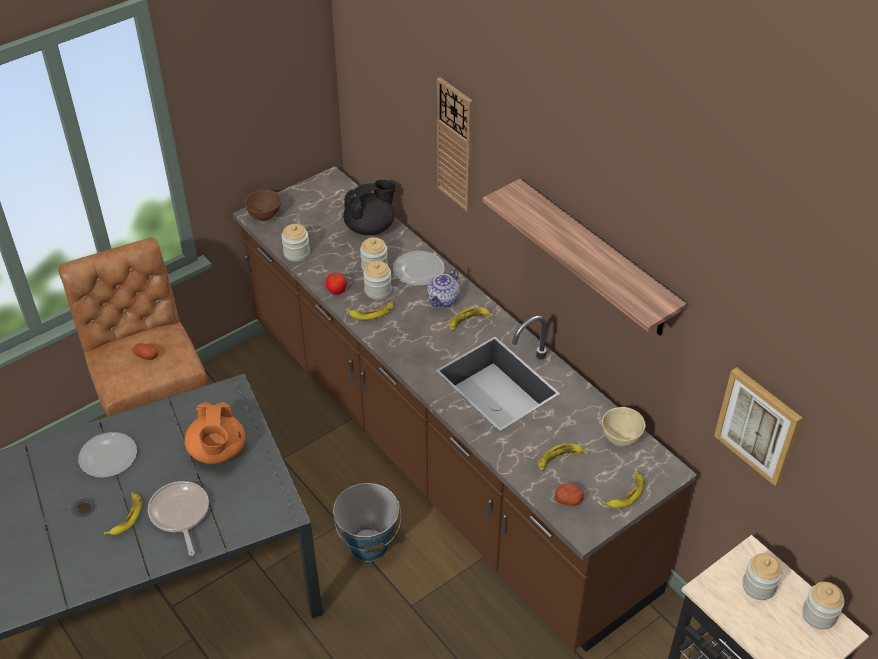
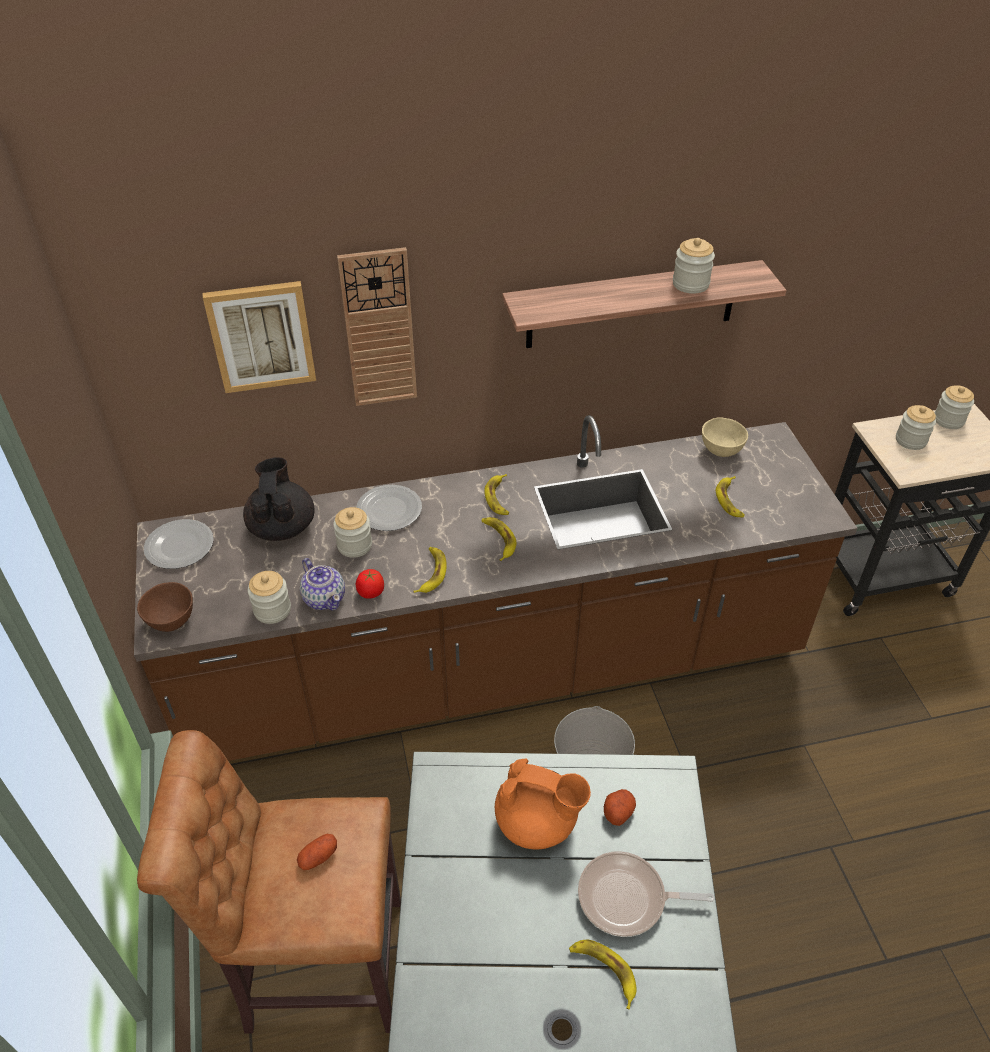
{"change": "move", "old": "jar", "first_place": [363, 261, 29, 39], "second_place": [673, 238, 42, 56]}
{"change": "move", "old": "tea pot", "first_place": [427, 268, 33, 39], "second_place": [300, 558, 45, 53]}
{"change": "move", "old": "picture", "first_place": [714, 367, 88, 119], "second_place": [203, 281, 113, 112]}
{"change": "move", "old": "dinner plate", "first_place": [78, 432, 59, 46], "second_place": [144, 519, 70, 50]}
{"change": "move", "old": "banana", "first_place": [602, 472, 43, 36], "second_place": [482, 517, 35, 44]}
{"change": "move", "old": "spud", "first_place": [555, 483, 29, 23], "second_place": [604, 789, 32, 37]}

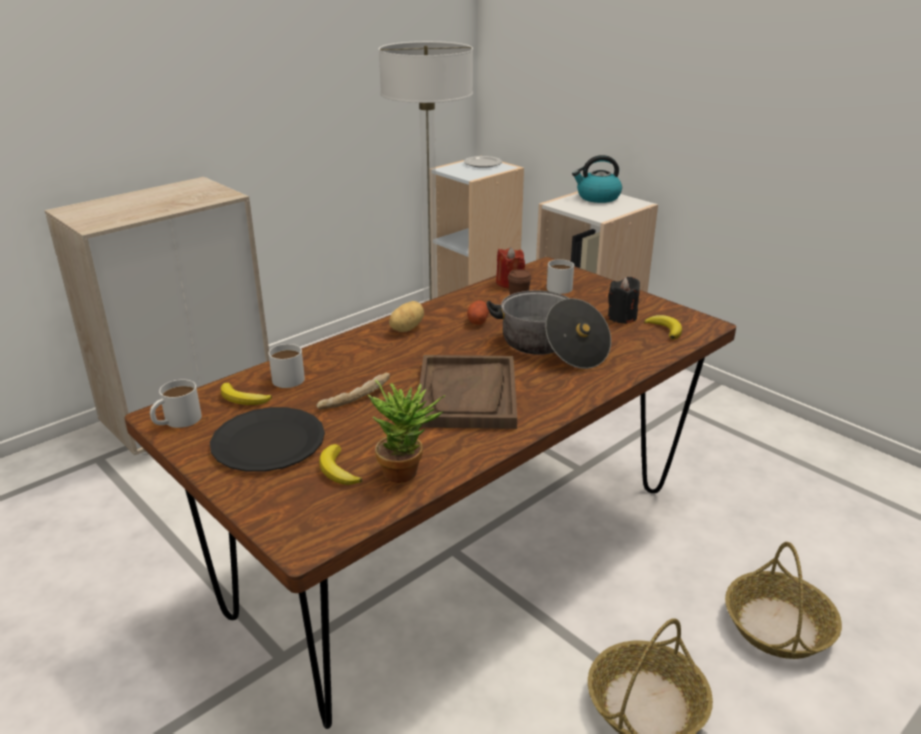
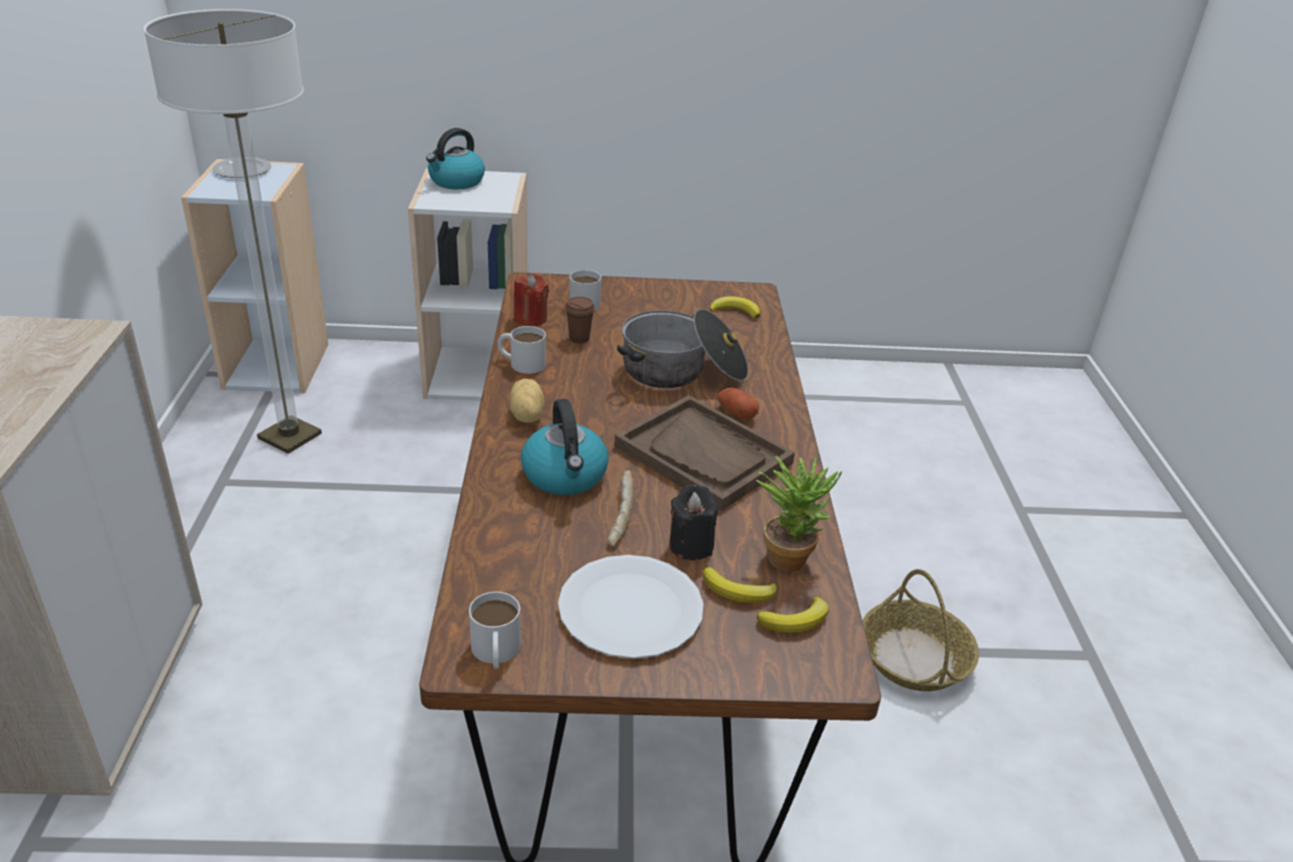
{"change": "move", "old": "black wax candle", "first_place": [608, 277, 32, 47], "second_place": [669, 484, 49, 76]}
{"change": "move", "old": "spud", "first_place": [467, 300, 22, 25], "second_place": [718, 388, 40, 32]}
{"change": "move", "old": "white coffee mug", "first_place": [268, 344, 37, 44], "second_place": [498, 326, 48, 48]}
{"change": "move", "old": "banana", "first_place": [221, 383, 51, 22], "second_place": [757, 597, 72, 35]}
{"change": "recolor", "old": "black dinner plate", "new": "white dinner plate", "first_place": [210, 407, 115, 65], "second_place": [558, 555, 146, 104]}
{"change": "delete", "old": "basket", "first_place": [725, 542, 117, 117]}
{"change": "insert", "new": "tea kettle", "second_place": [521, 399, 88, 96]}

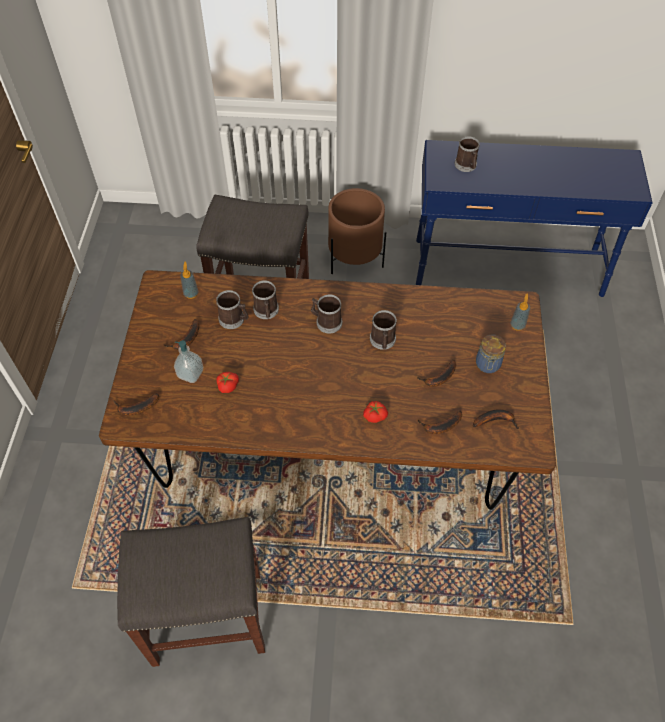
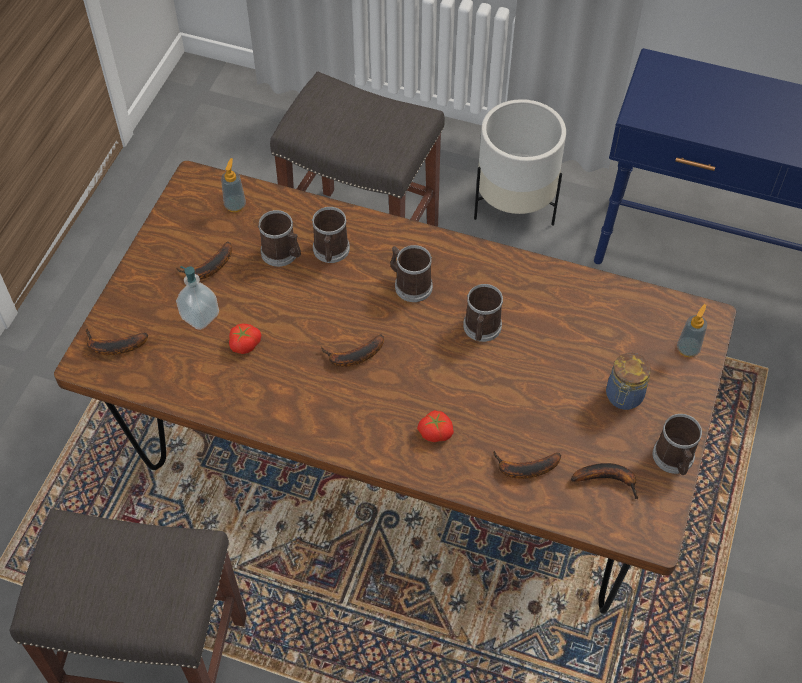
{"change": "move", "old": "coffee mug", "first_place": [455, 136, 24, 36], "second_place": [653, 414, 49, 61]}
{"change": "recolor", "old": "brown-coloured planter", "new": "white planter", "first_place": [328, 188, 58, 86], "second_place": [474, 99, 92, 127]}
{"change": "move", "old": "banana", "first_place": [417, 359, 39, 28], "second_place": [321, 334, 63, 33]}

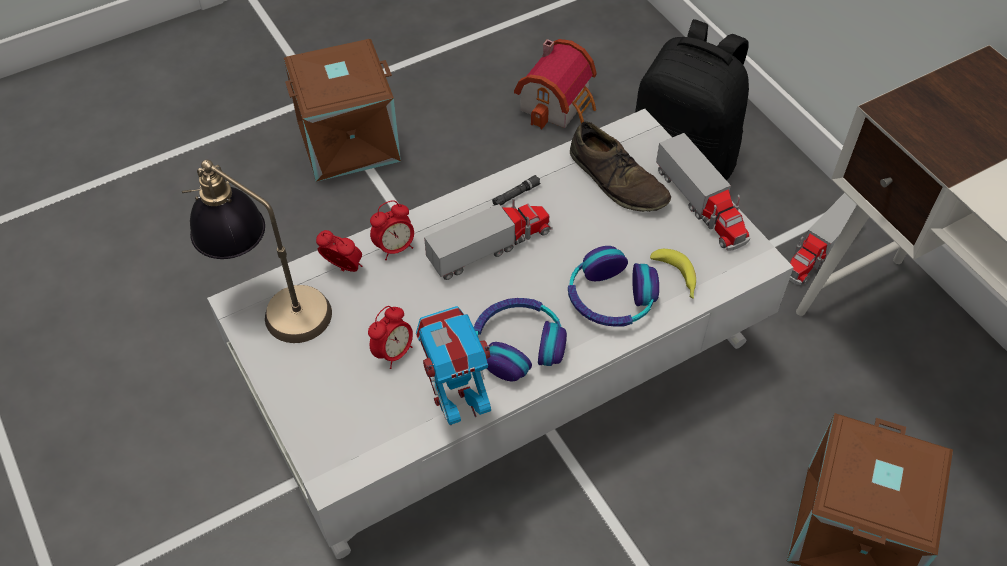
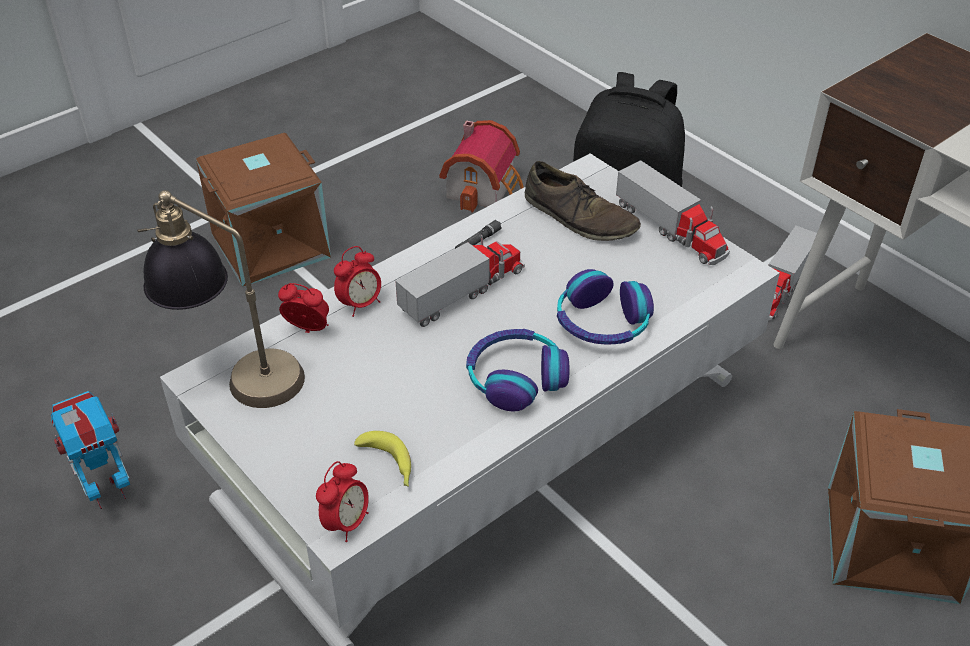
{"change": "move", "old": "banana", "first_place": [650, 249, 46, 50], "second_place": [354, 431, 57, 56]}
{"change": "move", "old": "table clock", "first_place": [368, 306, 45, 63], "second_place": [316, 461, 53, 81]}
{"change": "move", "old": "robot figure", "first_place": [416, 306, 77, 119], "second_place": [51, 391, 79, 118]}

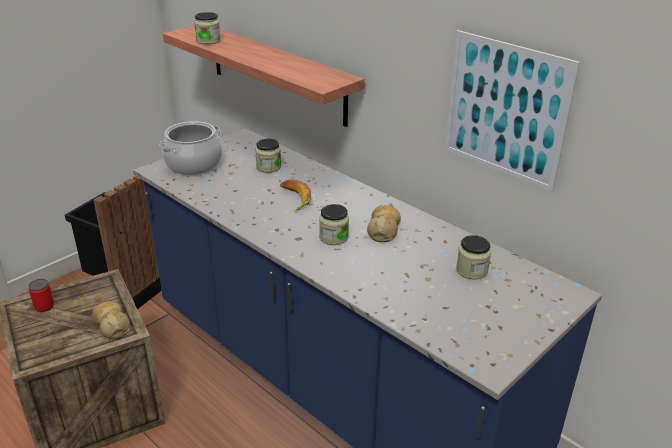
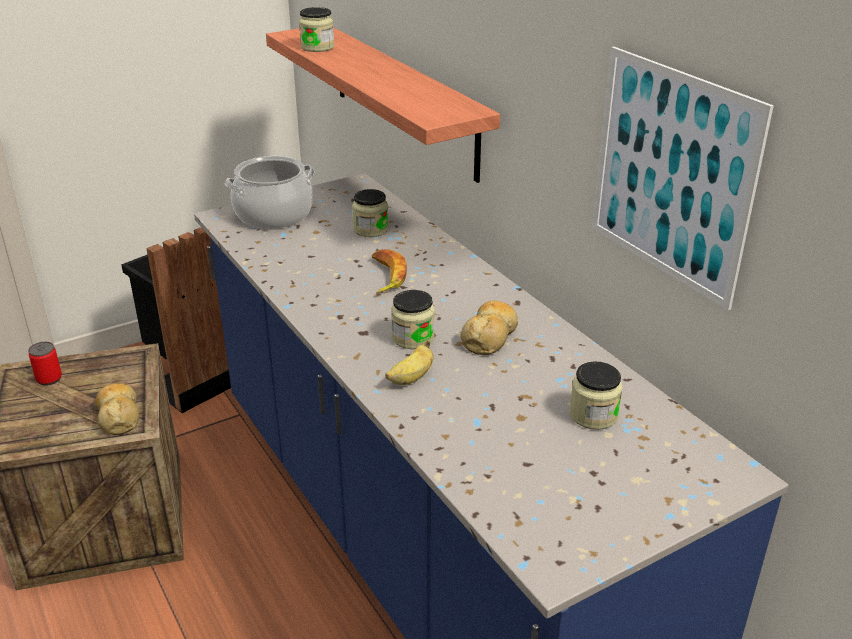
{"change": "insert", "new": "banana", "second_place": [385, 340, 49, 45]}

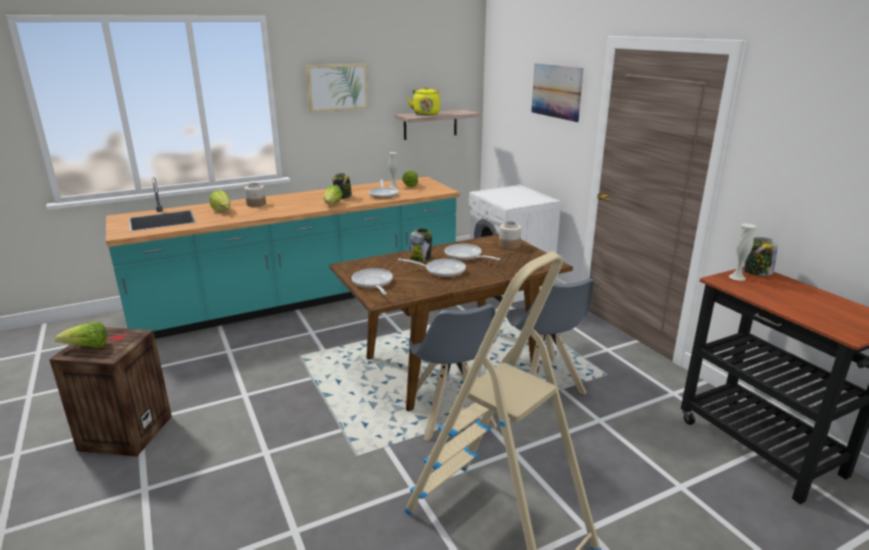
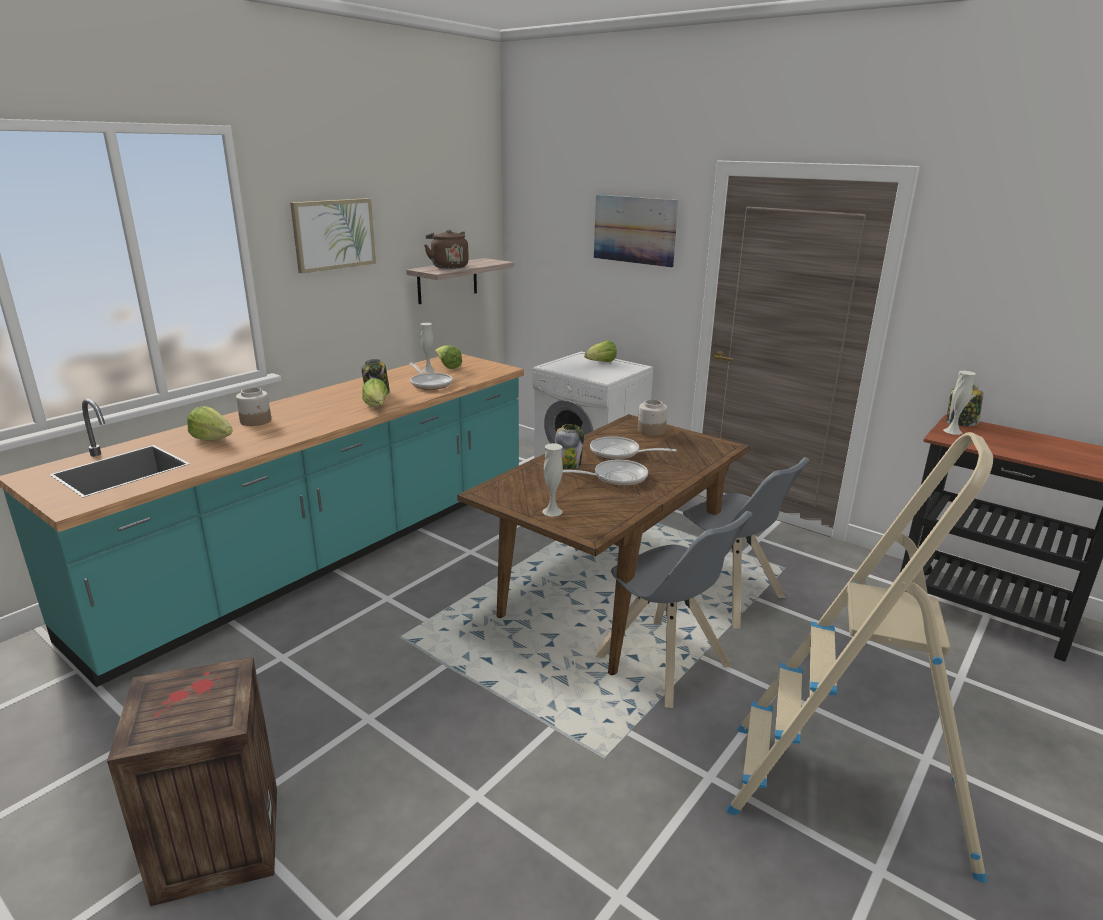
{"change": "recolor", "old": "yellow tea kettle", "new": "brown-coloured tea kettle", "first_place": [407, 87, 33, 28], "second_place": [424, 230, 45, 39]}
{"change": "replace", "old": "skillet", "new": "white decorative vase", "first_place": [352, 268, 41, 27], "second_place": [542, 443, 21, 74]}
{"change": "move", "old": "head of lettuce", "first_place": [55, 322, 52, 26], "second_place": [584, 340, 33, 22]}

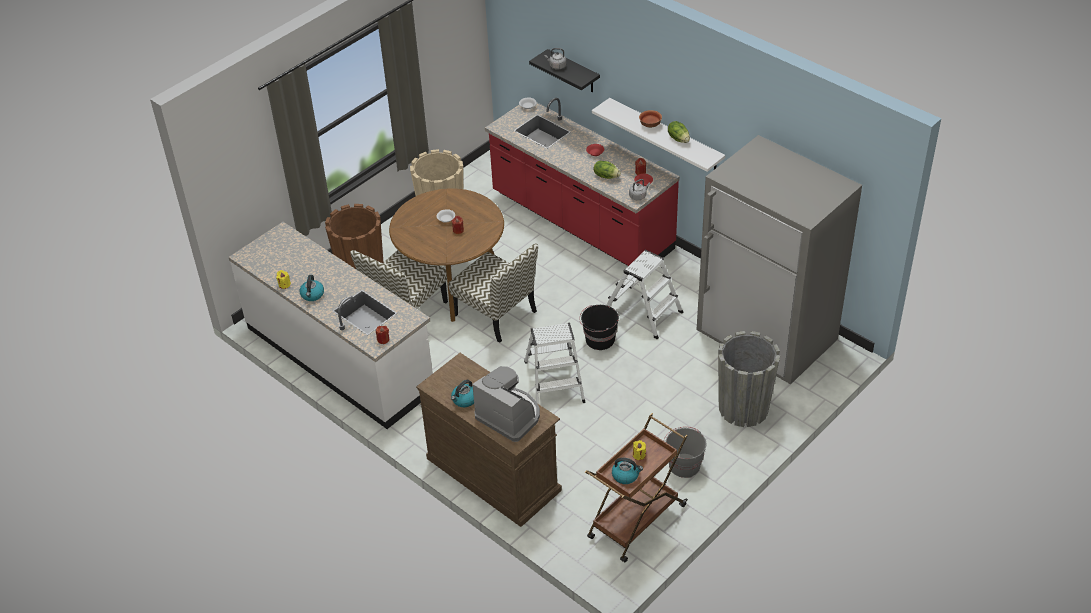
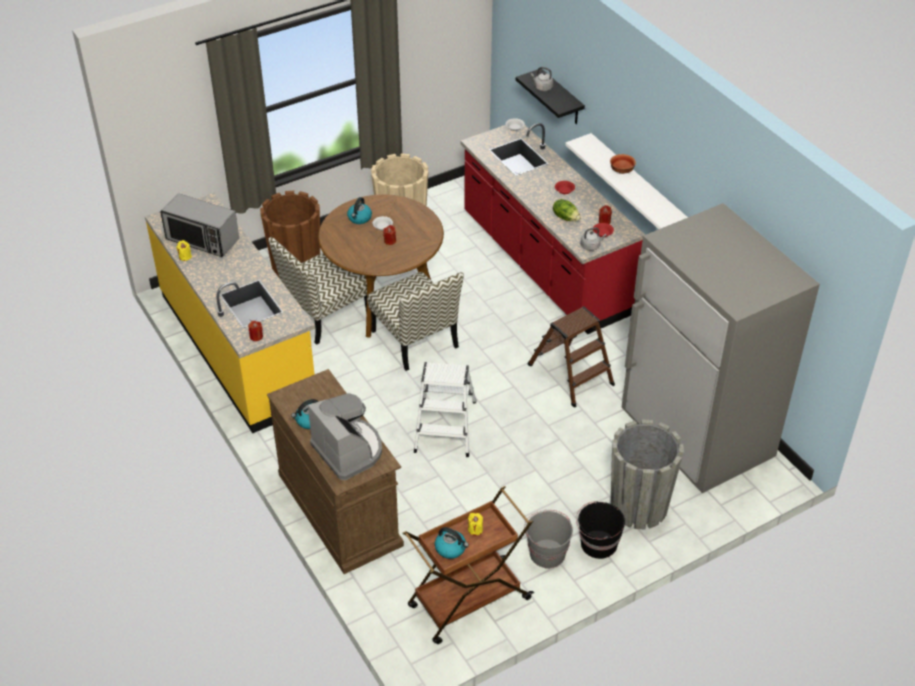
{"change": "delete", "old": "head of lettuce", "first_place": [668, 121, 22, 22]}
{"change": "recolor", "old": "white counter", "new": "yellow counter", "first_place": [229, 222, 204, 207], "second_place": [145, 193, 170, 240]}
{"change": "recolor", "old": "white step ladder", "new": "brown-coloured step ladder", "first_place": [606, 249, 77, 90], "second_place": [527, 306, 88, 102]}
{"change": "move", "old": "tea kettle", "first_place": [299, 275, 25, 26], "second_place": [347, 197, 25, 27]}
{"change": "move", "old": "black pail", "first_place": [579, 305, 40, 45], "second_place": [576, 501, 49, 58]}
{"change": "insert", "new": "microwave oven", "second_place": [160, 193, 79, 64]}

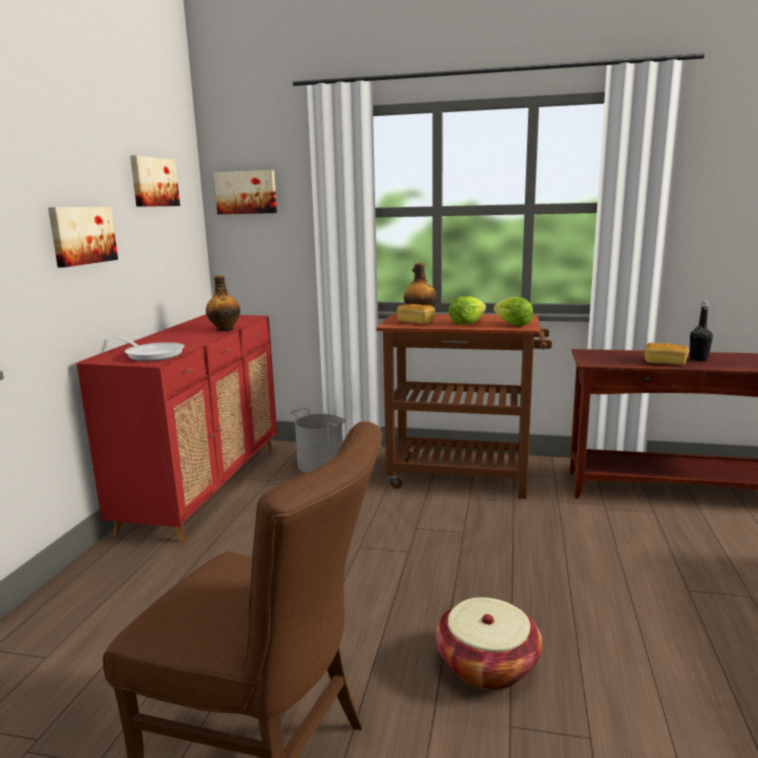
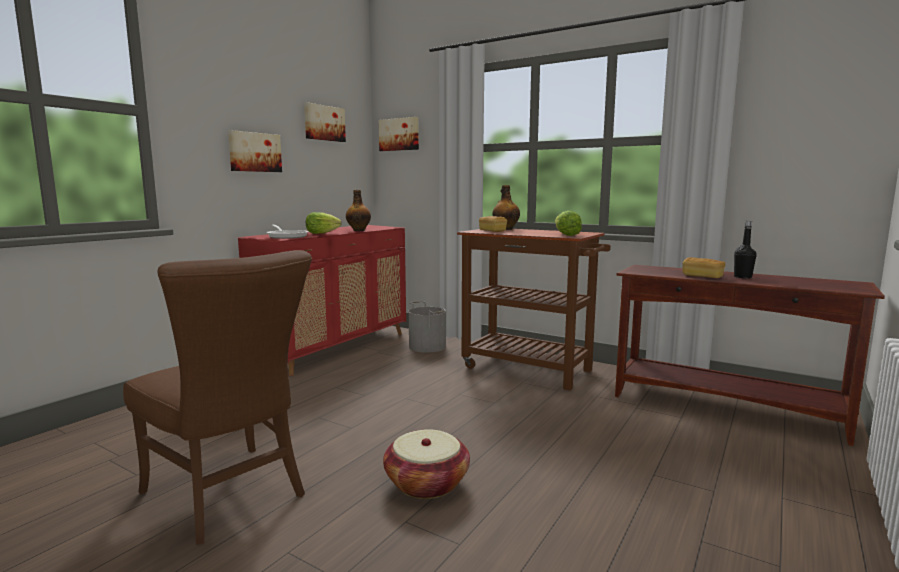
{"change": "move", "old": "head of lettuce", "first_place": [448, 296, 38, 29], "second_place": [306, 212, 36, 22]}

